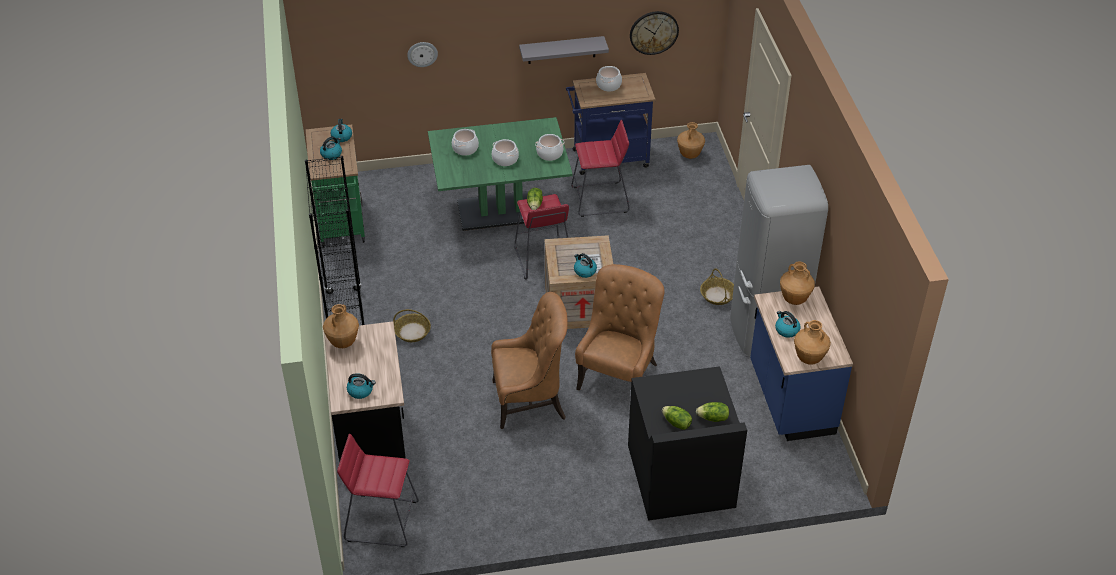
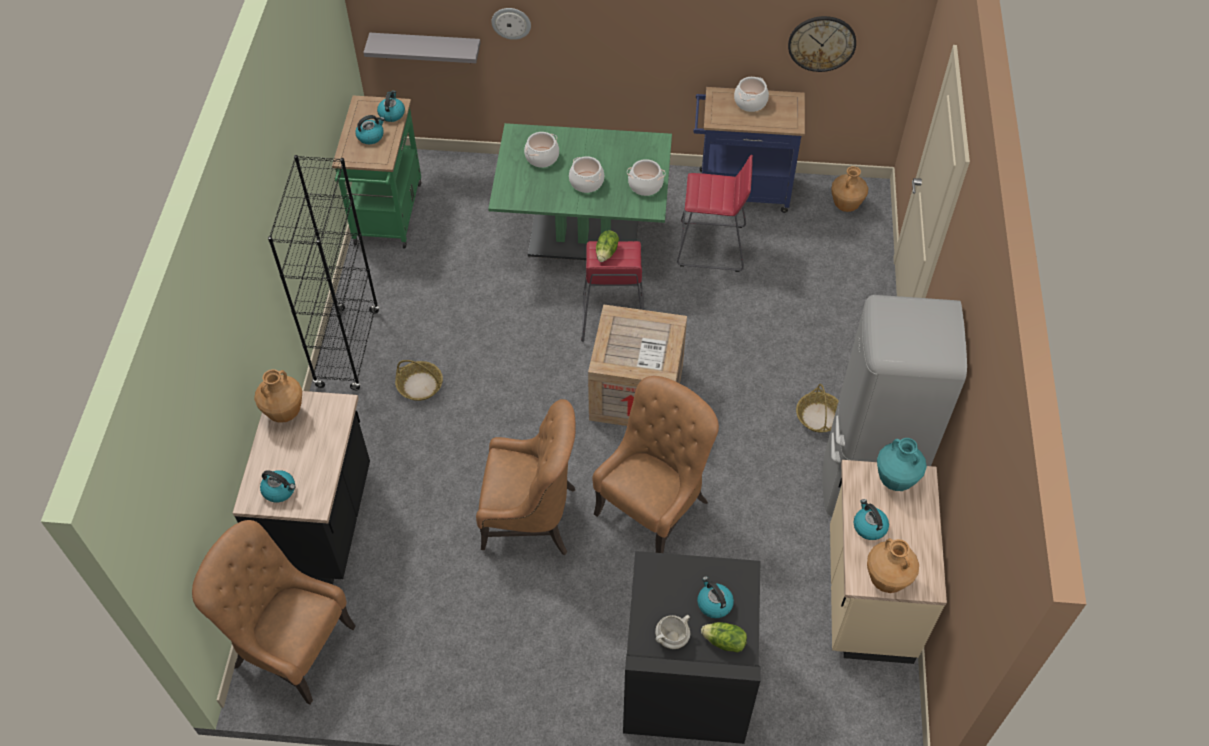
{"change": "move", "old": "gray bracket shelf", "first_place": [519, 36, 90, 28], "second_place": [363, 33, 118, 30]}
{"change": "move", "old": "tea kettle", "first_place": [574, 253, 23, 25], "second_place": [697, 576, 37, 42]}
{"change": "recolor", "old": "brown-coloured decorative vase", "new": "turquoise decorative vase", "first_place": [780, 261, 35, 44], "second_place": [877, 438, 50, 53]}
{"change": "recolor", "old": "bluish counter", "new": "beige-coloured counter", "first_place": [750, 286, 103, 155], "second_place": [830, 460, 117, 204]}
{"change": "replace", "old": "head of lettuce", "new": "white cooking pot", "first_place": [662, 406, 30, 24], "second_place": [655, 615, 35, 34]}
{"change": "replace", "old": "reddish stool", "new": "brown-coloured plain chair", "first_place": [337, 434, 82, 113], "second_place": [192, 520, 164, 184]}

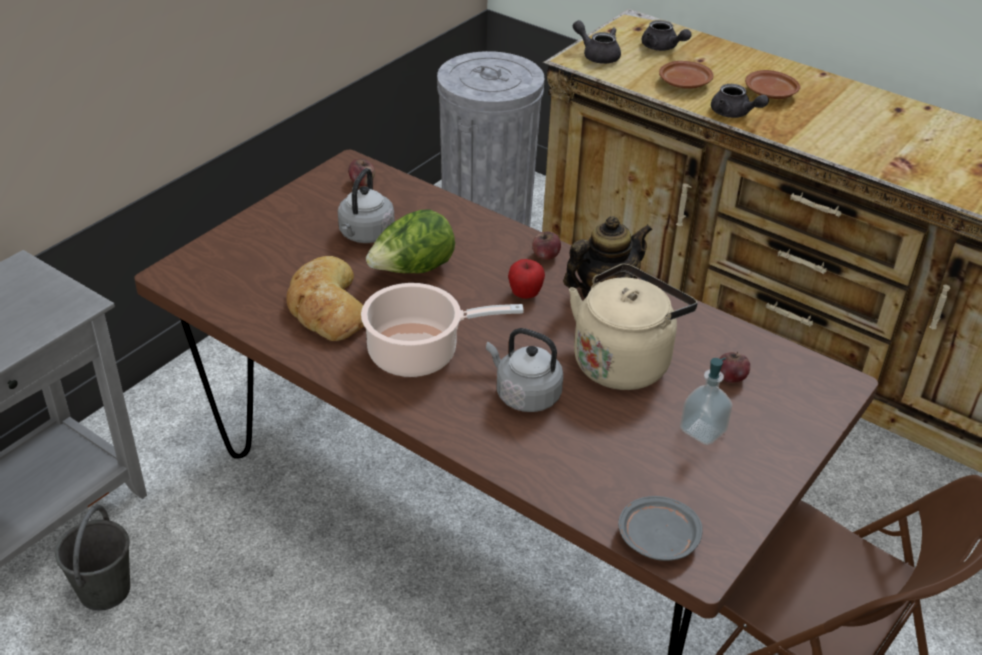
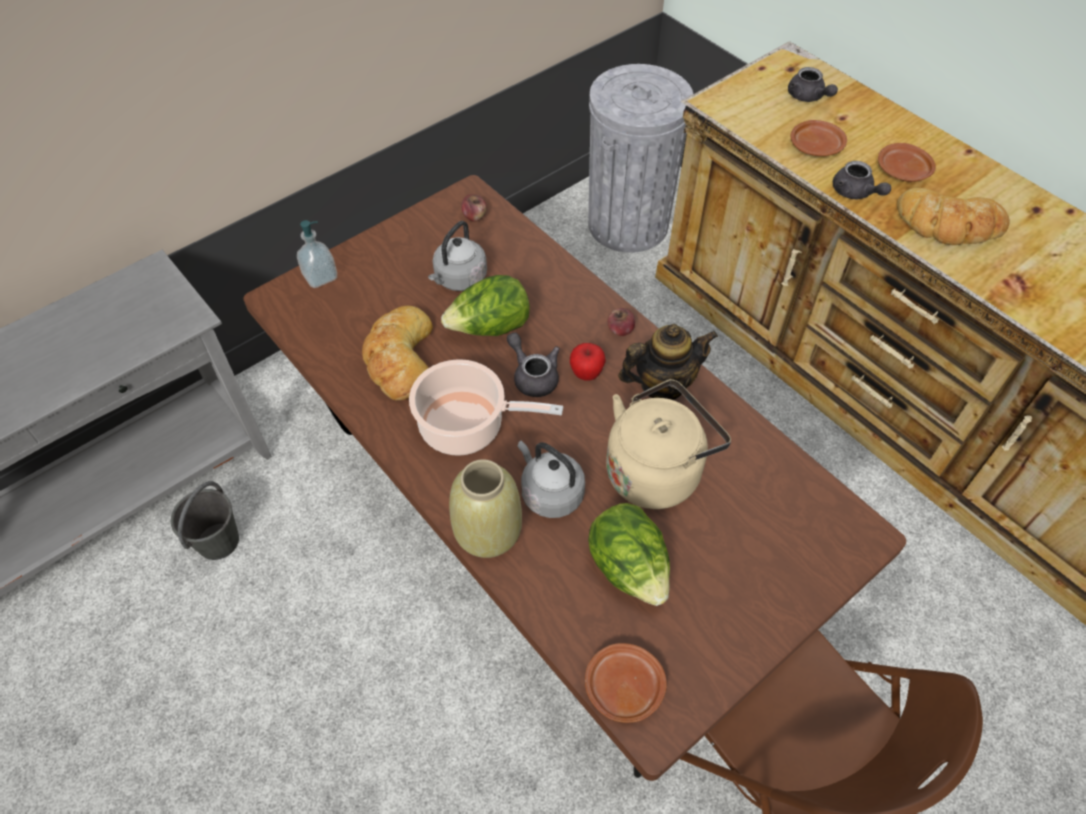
{"change": "move", "old": "gray tea pot", "first_place": [573, 20, 48, 44], "second_place": [507, 332, 53, 65]}
{"change": "delete", "old": "apple", "first_place": [719, 352, 31, 31]}
{"change": "move", "old": "soap dispenser", "first_place": [680, 358, 53, 87], "second_place": [297, 220, 40, 68]}
{"change": "recolor", "old": "gray dinner plate", "new": "brown-coloured dinner plate", "first_place": [618, 496, 85, 65], "second_place": [585, 643, 82, 80]}
{"change": "insert", "new": "bread", "second_place": [897, 187, 113, 58]}
{"change": "insert", "new": "beige-coloured decorative vase", "second_place": [449, 459, 73, 99]}
{"change": "insert", "new": "head of lettuce", "second_place": [588, 503, 82, 103]}

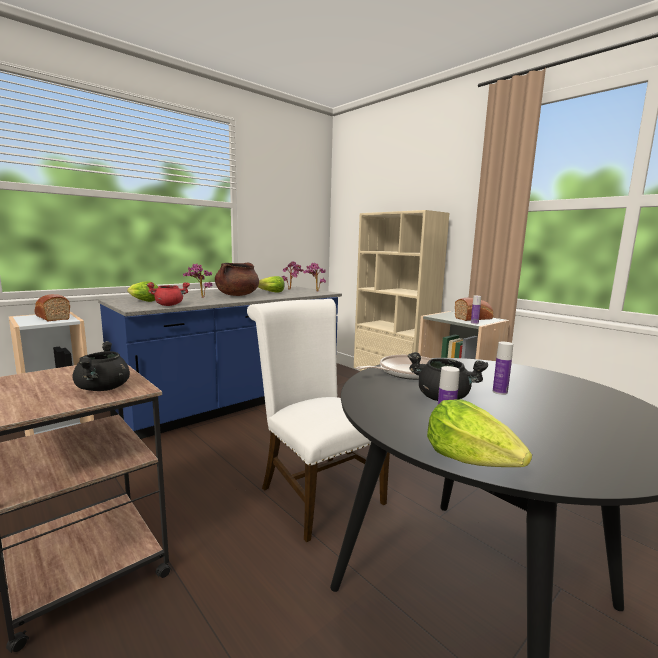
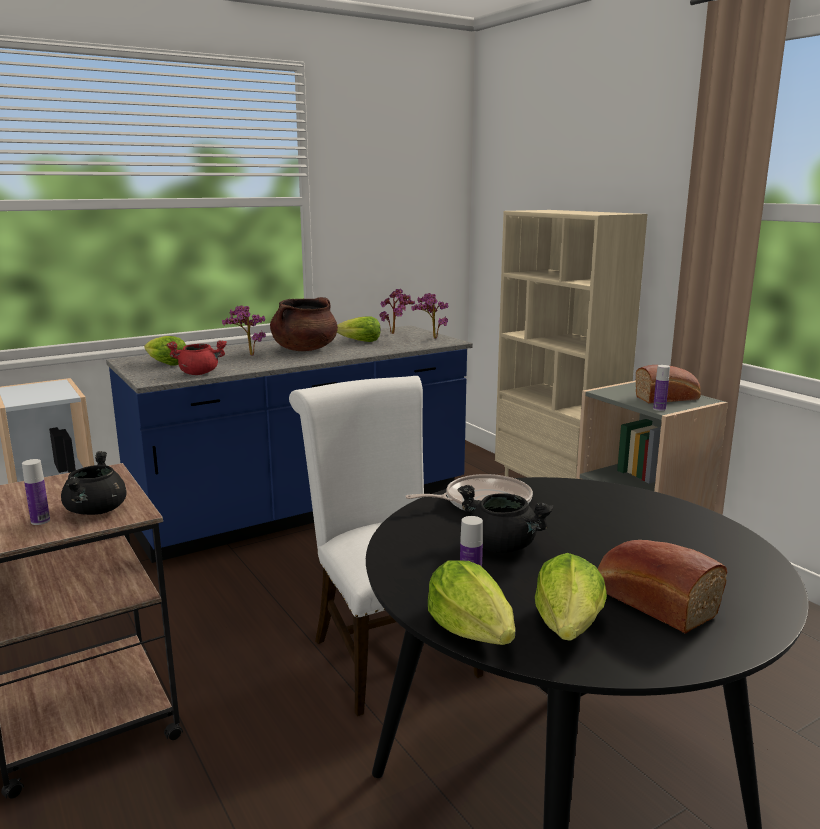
{"change": "move", "old": "bread", "first_place": [35, 294, 35, 27], "second_place": [598, 540, 130, 94]}
{"change": "move", "old": "beverage bottle", "first_place": [493, 342, 20, 53], "second_place": [22, 459, 28, 66]}
{"change": "insert", "new": "head of lettuce", "second_place": [535, 553, 72, 88]}

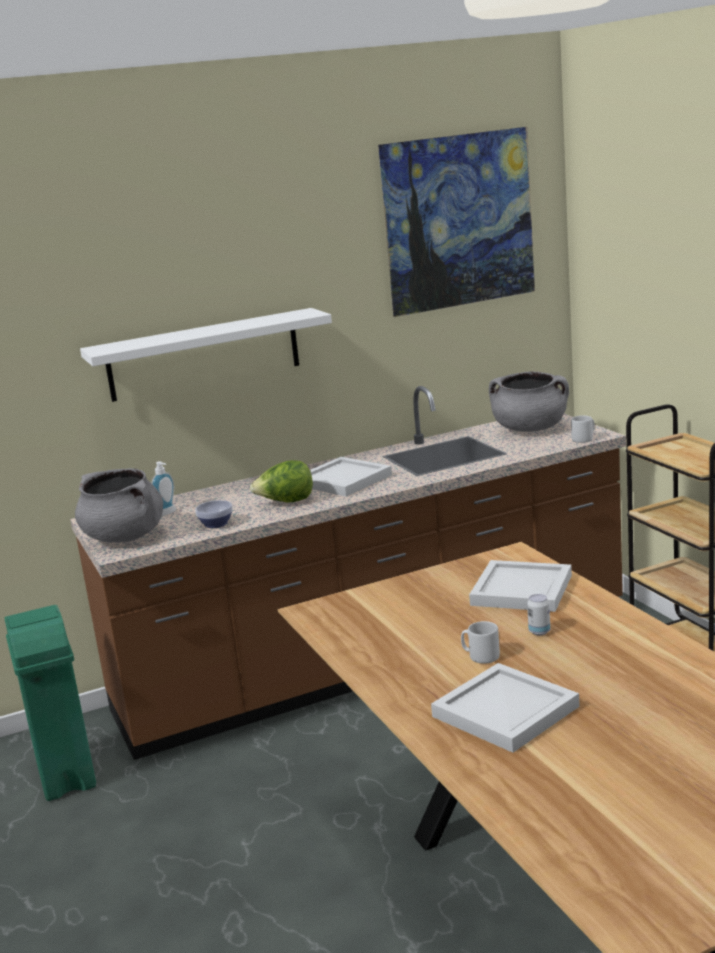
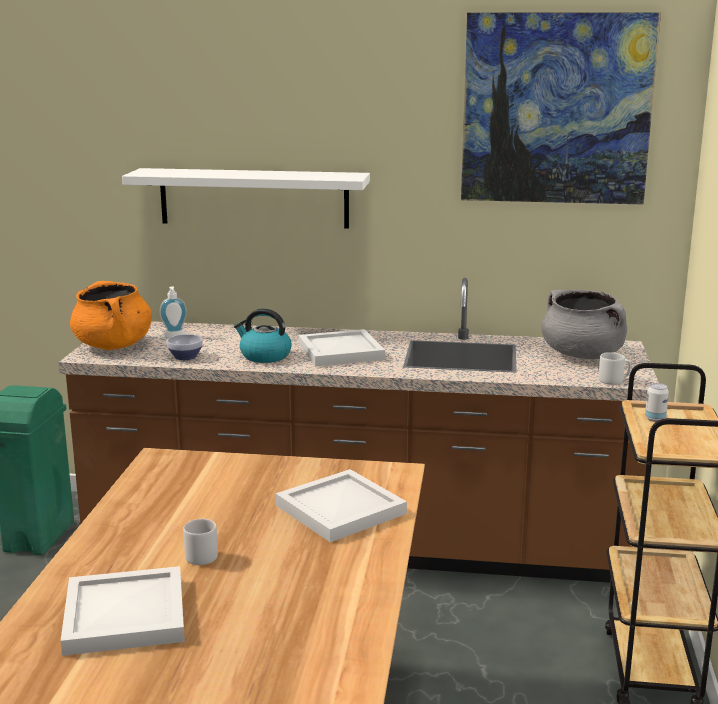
{"change": "replace", "old": "head of lettuce", "new": "tea kettle", "first_place": [250, 460, 63, 42], "second_place": [234, 309, 57, 54]}
{"change": "recolor", "old": "gray cooking pot", "new": "orange cooking pot", "first_place": [75, 468, 88, 74], "second_place": [70, 281, 82, 69]}
{"change": "move", "old": "sealed can", "first_place": [527, 594, 23, 41], "second_place": [645, 383, 24, 39]}

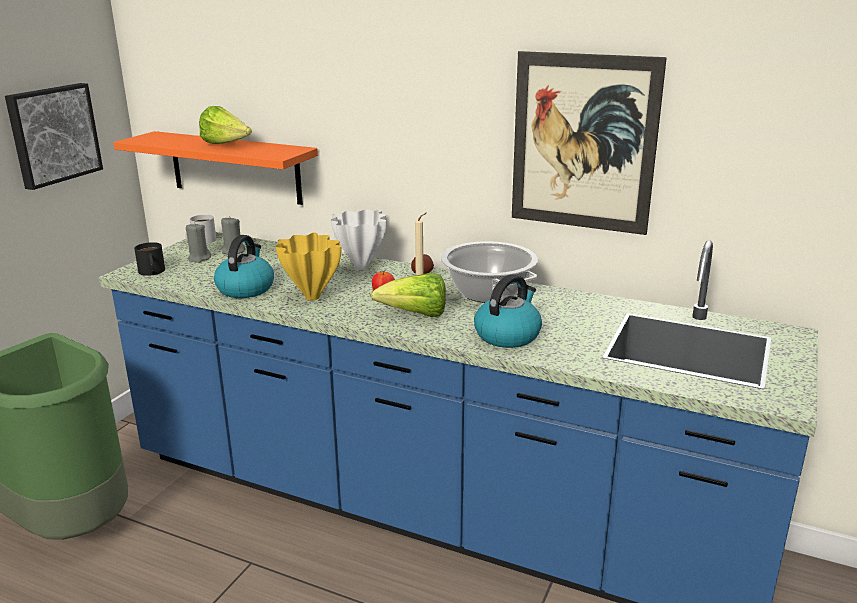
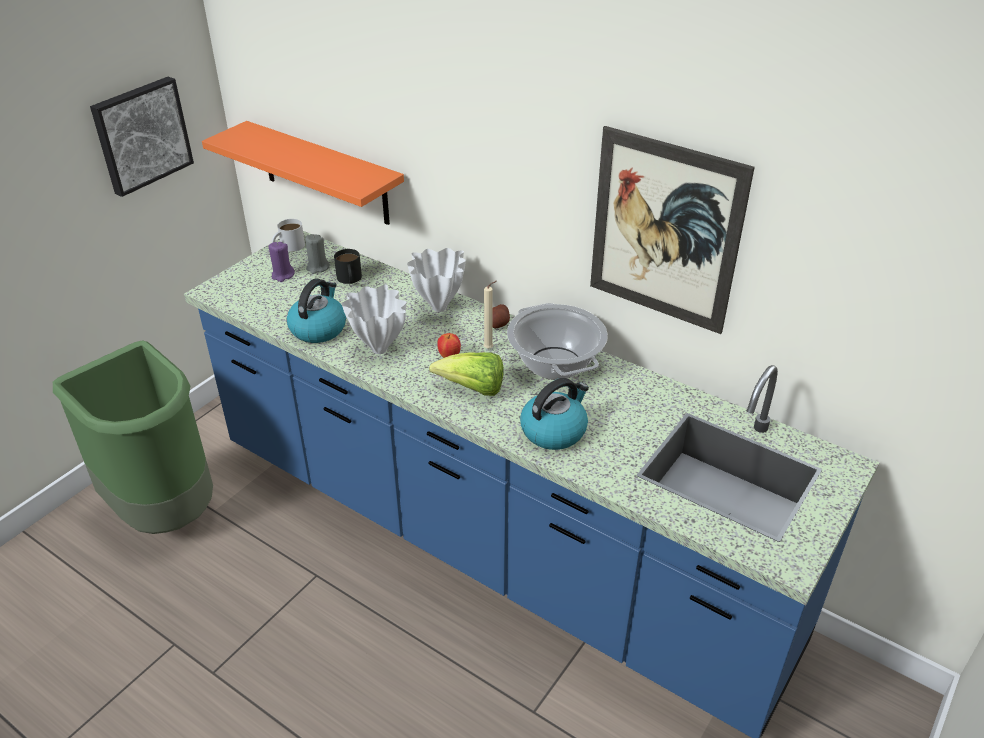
{"change": "delete", "old": "head of lettuce", "first_place": [199, 106, 53, 38]}
{"change": "recolor", "old": "gray wax candle", "new": "purple-coloured wax candle", "first_place": [186, 222, 25, 41], "second_place": [269, 242, 26, 40]}
{"change": "recolor", "old": "yellow decorative vase", "new": "white decorative vase", "first_place": [275, 233, 67, 67], "second_place": [342, 284, 64, 70]}
{"change": "move", "old": "black coffee mug", "first_place": [134, 242, 31, 34], "second_place": [334, 249, 28, 35]}

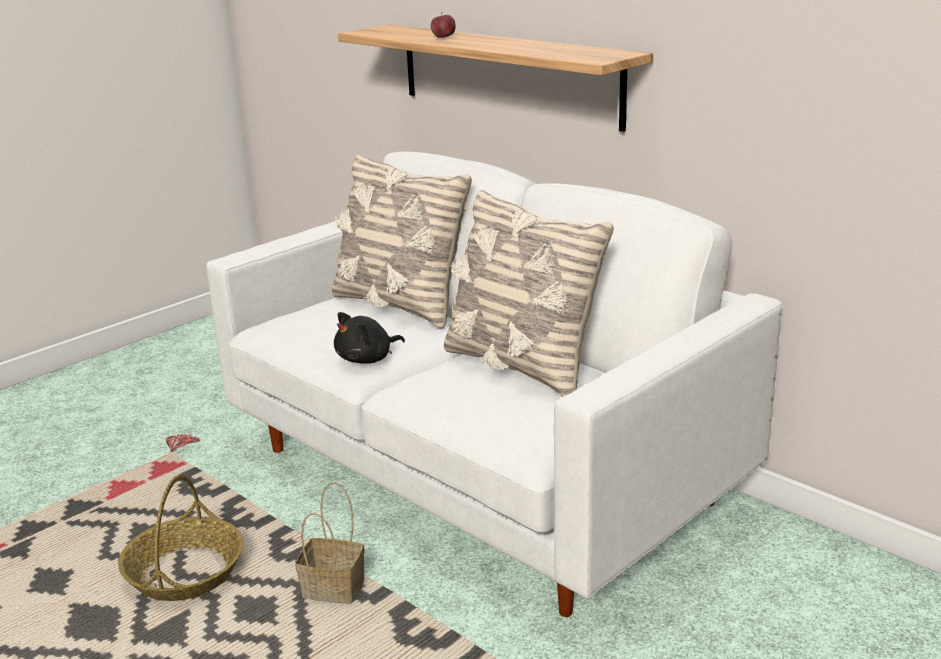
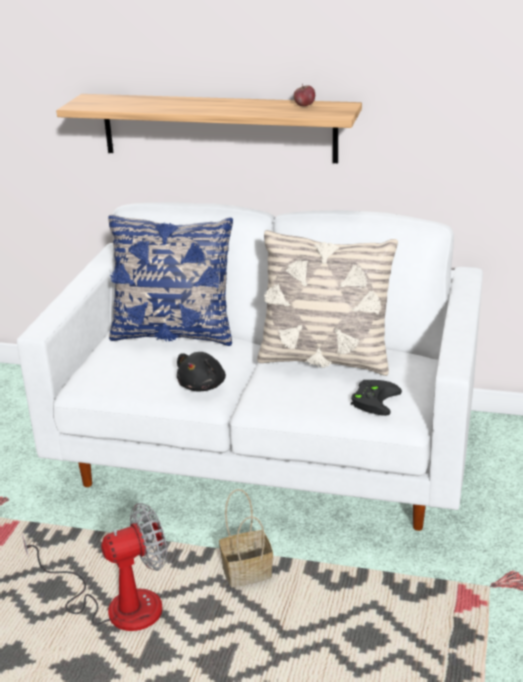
{"change": "move", "old": "apple", "first_place": [431, 13, 25, 25], "second_place": [294, 84, 21, 22]}
{"change": "recolor", "old": "beige-coloured throw pillow", "new": "bluish throw pillow", "first_place": [332, 154, 140, 175], "second_place": [108, 214, 125, 132]}
{"change": "replace", "old": "basket", "new": "electric fan", "first_place": [118, 475, 126, 126], "second_place": [22, 503, 145, 128]}
{"change": "insert", "new": "black gamepad", "second_place": [351, 380, 51, 36]}

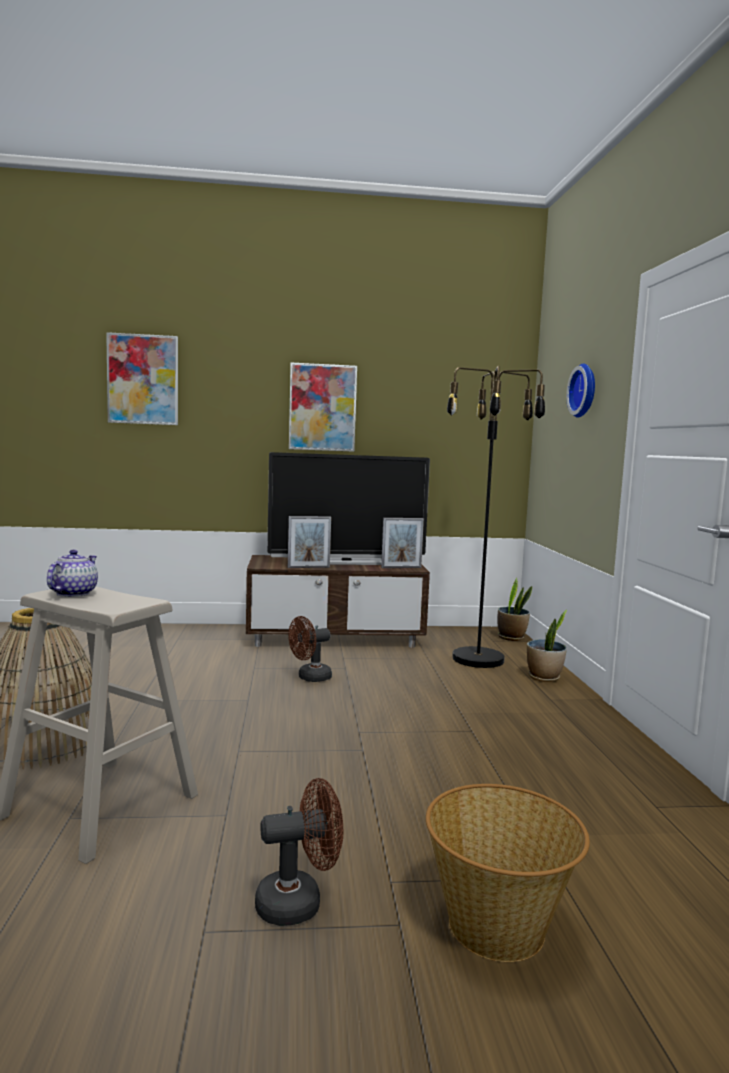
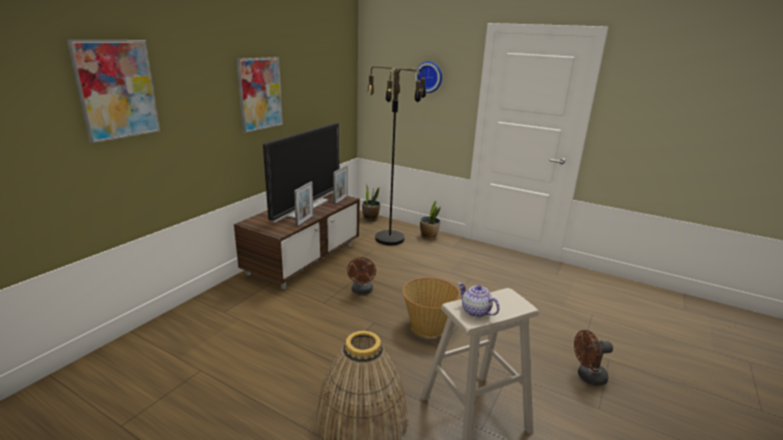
{"change": "rotate", "old": "brown-coloured electric fan", "first_place": [255, 778, 88, 148], "second_place": [574, 330, 39, 56], "degrees": -120}
{"change": "move", "old": "basket", "first_place": [426, 784, 164, 178], "second_place": [403, 278, 58, 59]}

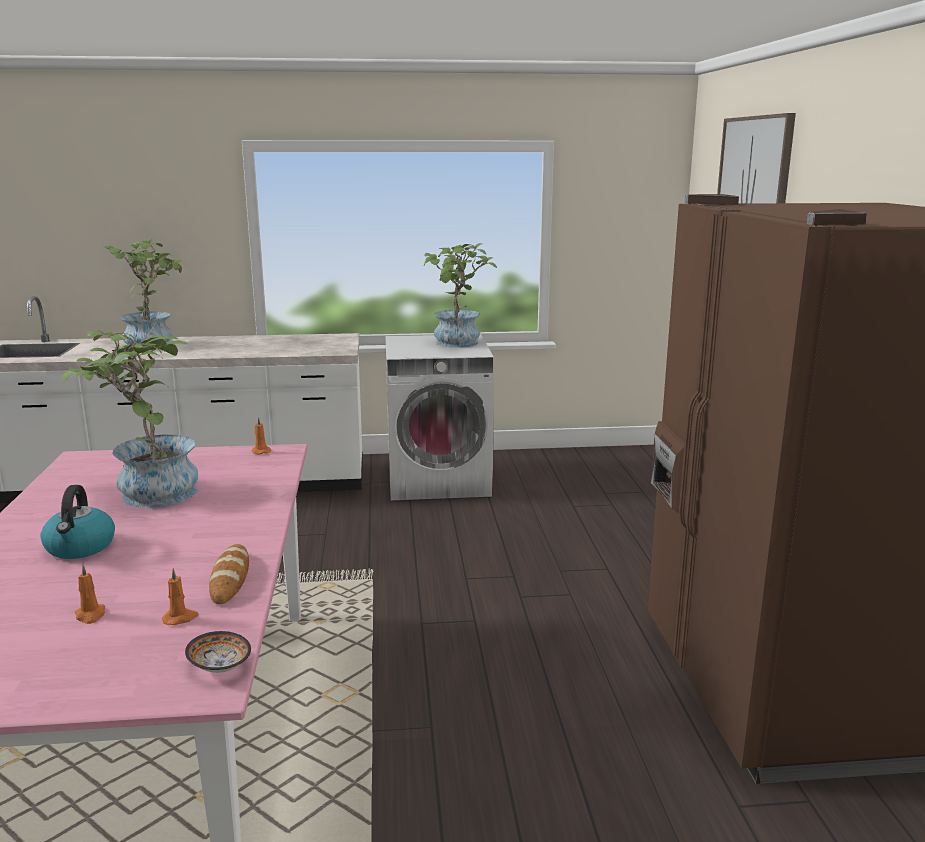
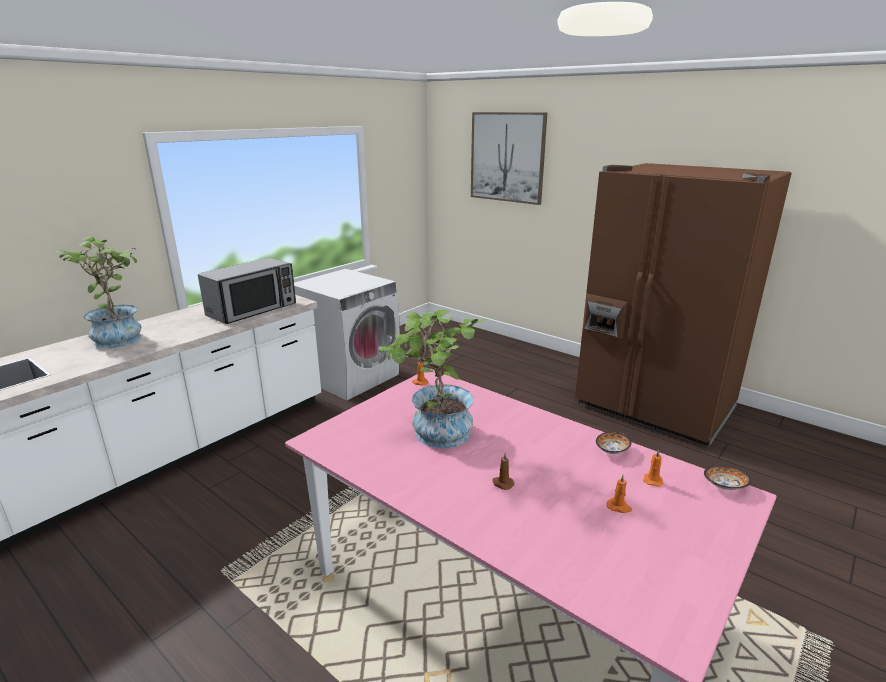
{"change": "delete", "old": "houseplant", "first_place": [424, 243, 73, 105]}
{"change": "replace", "old": "tea kettle", "new": "brown-coloured wax candle", "first_place": [41, 485, 74, 74], "second_place": [492, 453, 22, 37]}
{"change": "replace", "old": "bread", "new": "bowl", "first_place": [209, 544, 40, 60], "second_place": [596, 431, 35, 23]}
{"change": "insert", "new": "microwave oven", "second_place": [198, 258, 98, 66]}

